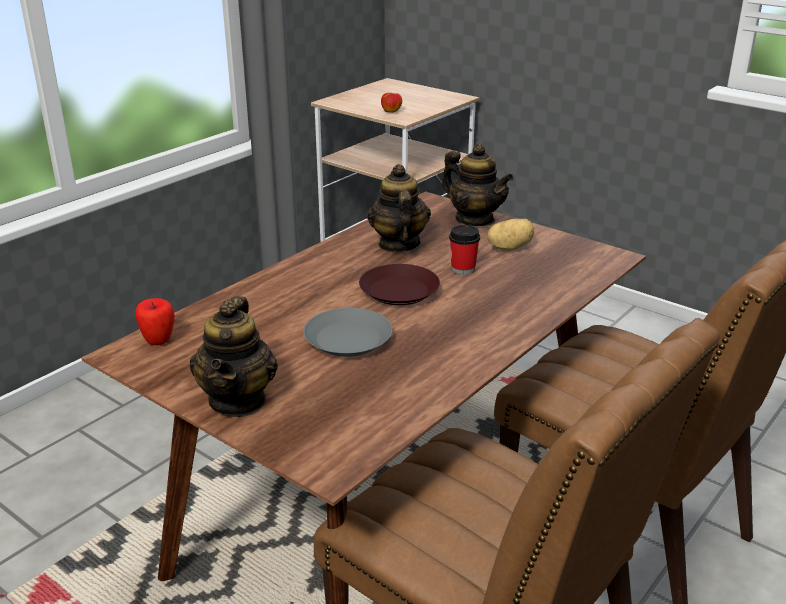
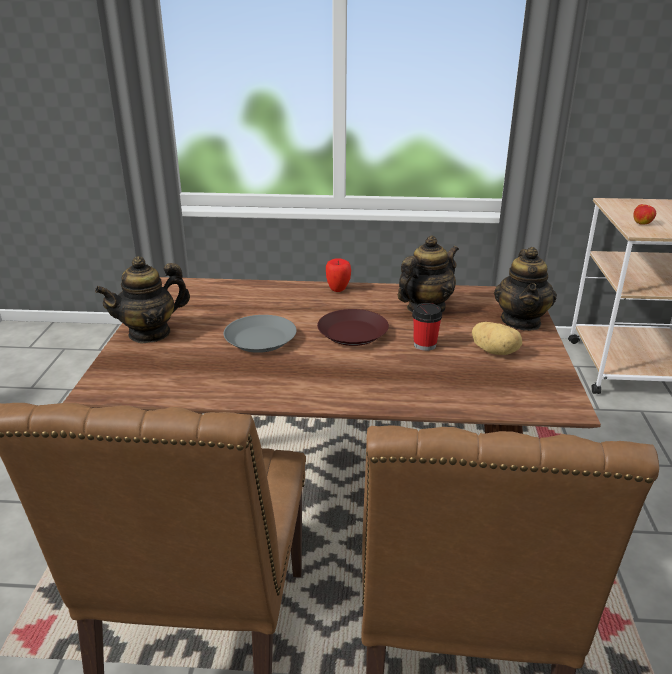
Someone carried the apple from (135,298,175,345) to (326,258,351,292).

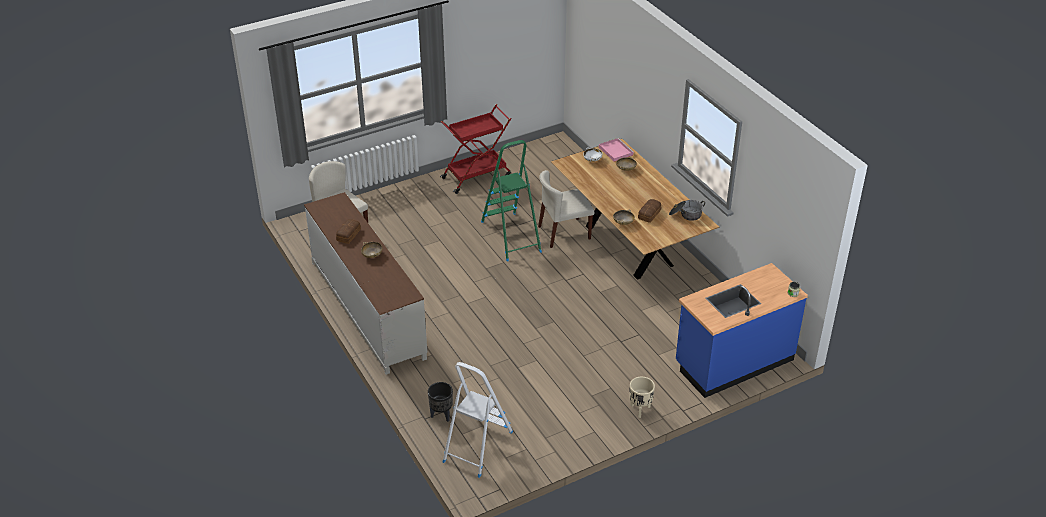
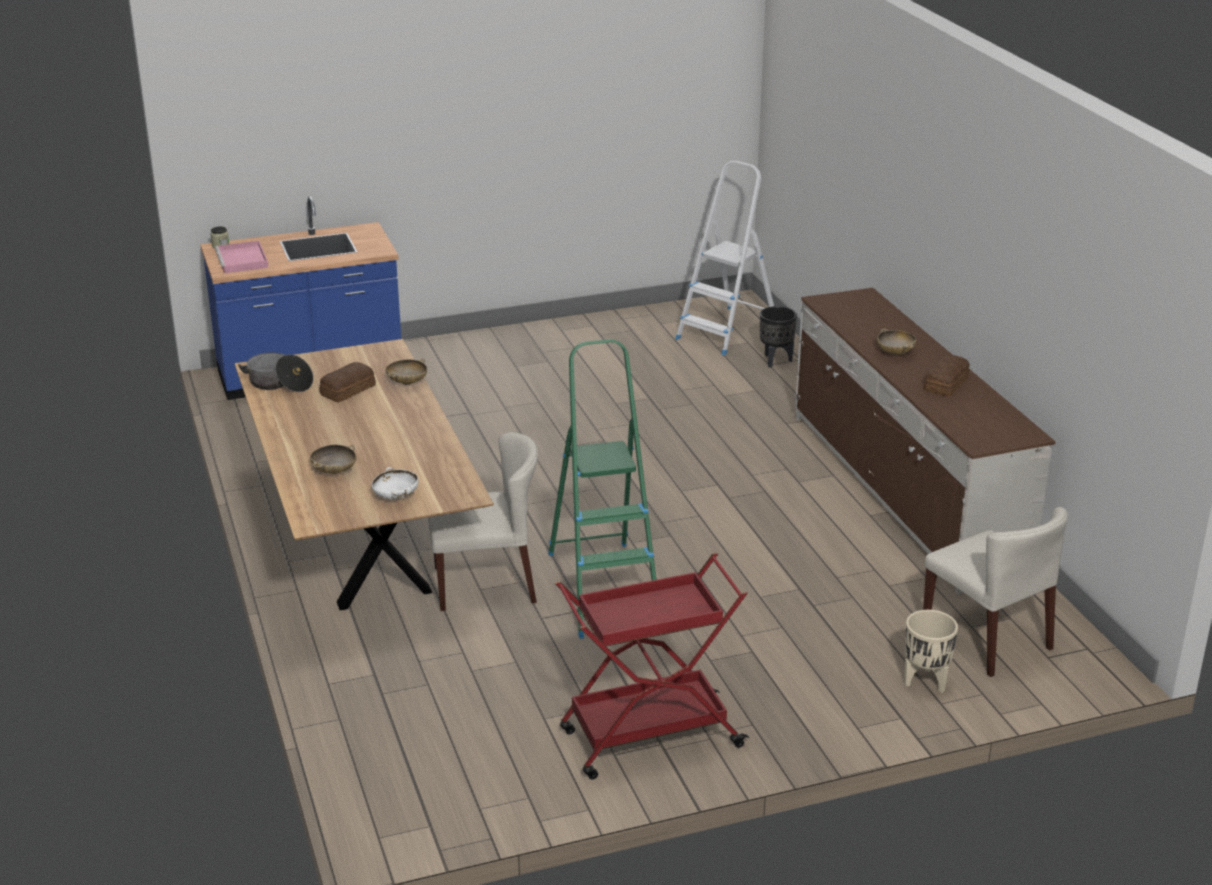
Someone carried the pink tray from (599,138,634,162) to (215,241,268,273). Someone carried the beige-coloured plant pot from (629,377,655,418) to (904,610,958,693).

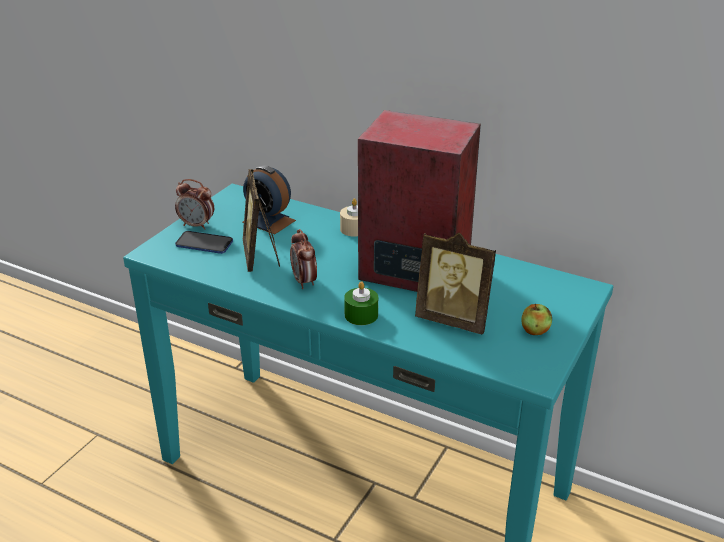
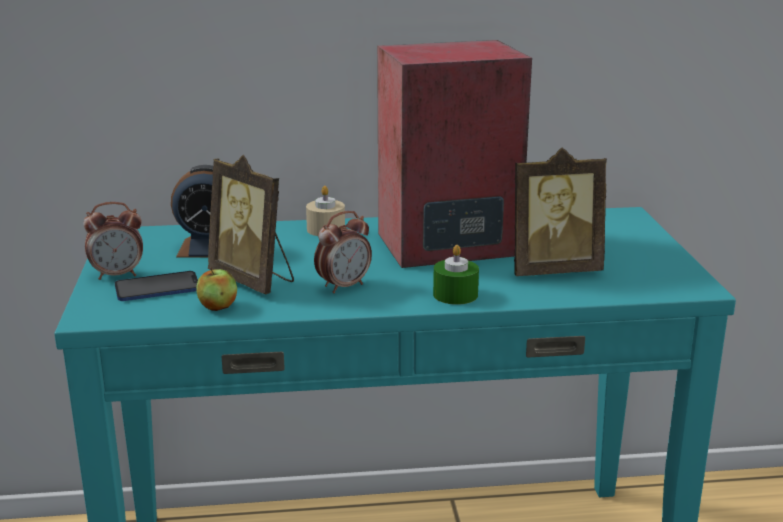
Someone rotated the table clock at (290,229,317,289) by 75 degrees counterclockwise. Someone carried the apple from (521,304,552,335) to (196,267,237,311).

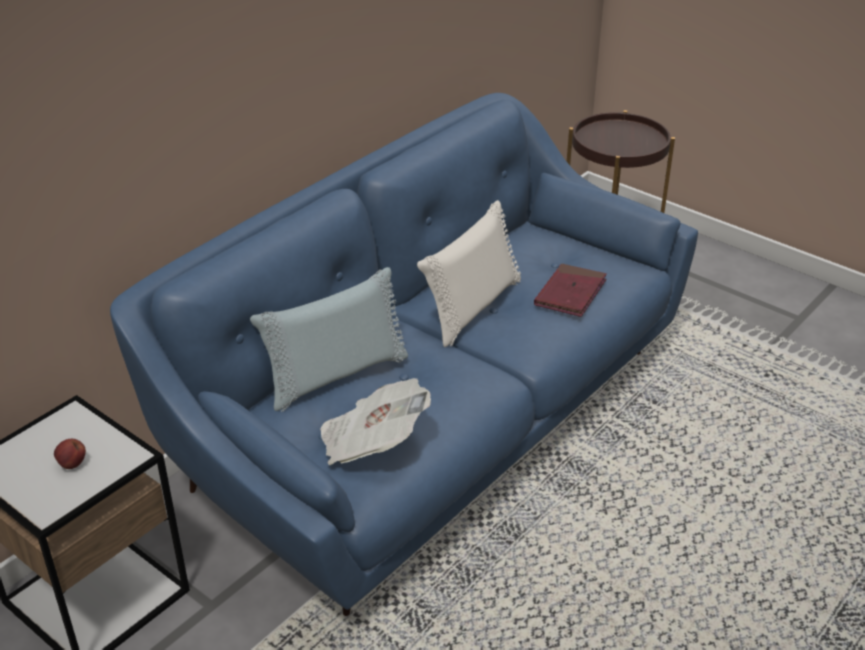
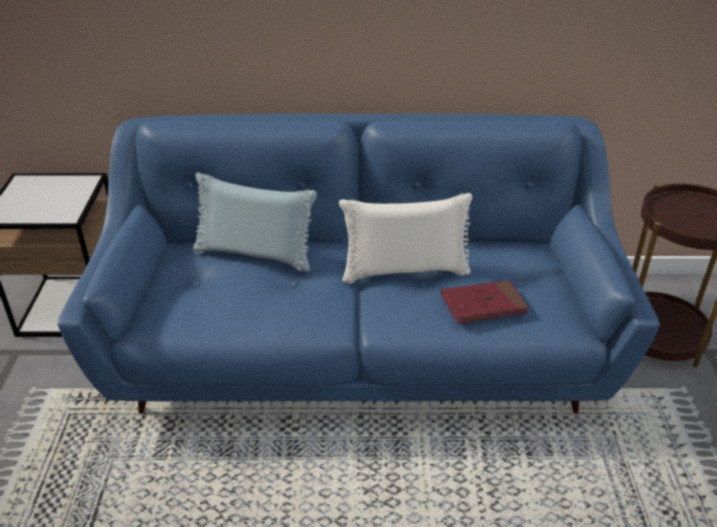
Someone took away the daily paper at (320,378,431,465). Someone took away the apple at (54,439,86,469).

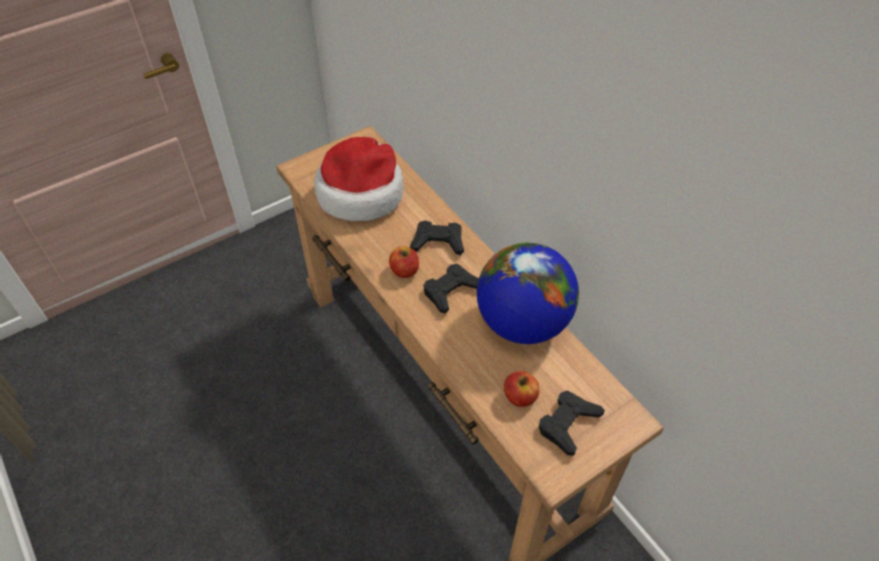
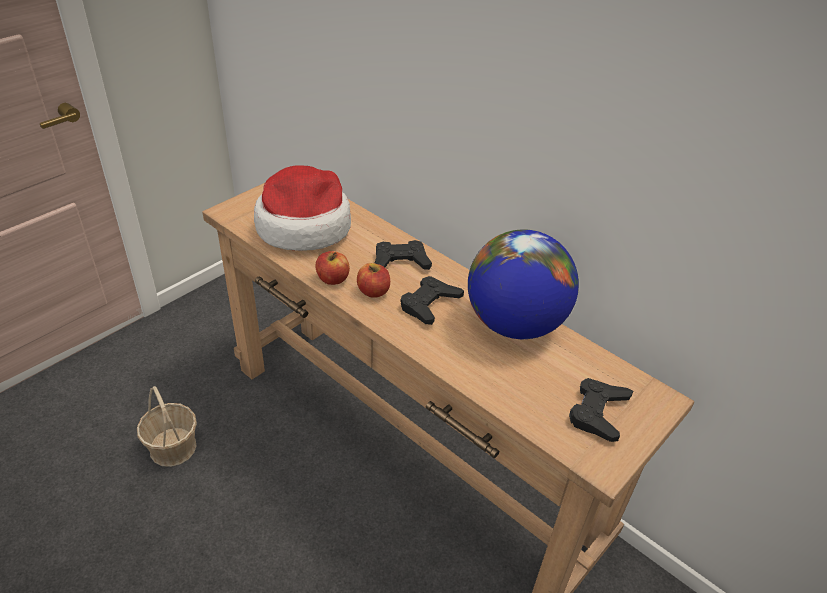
Someone carried the apple from (504,371,540,407) to (315,251,350,285). Someone put down the household basket at (137,386,197,467).

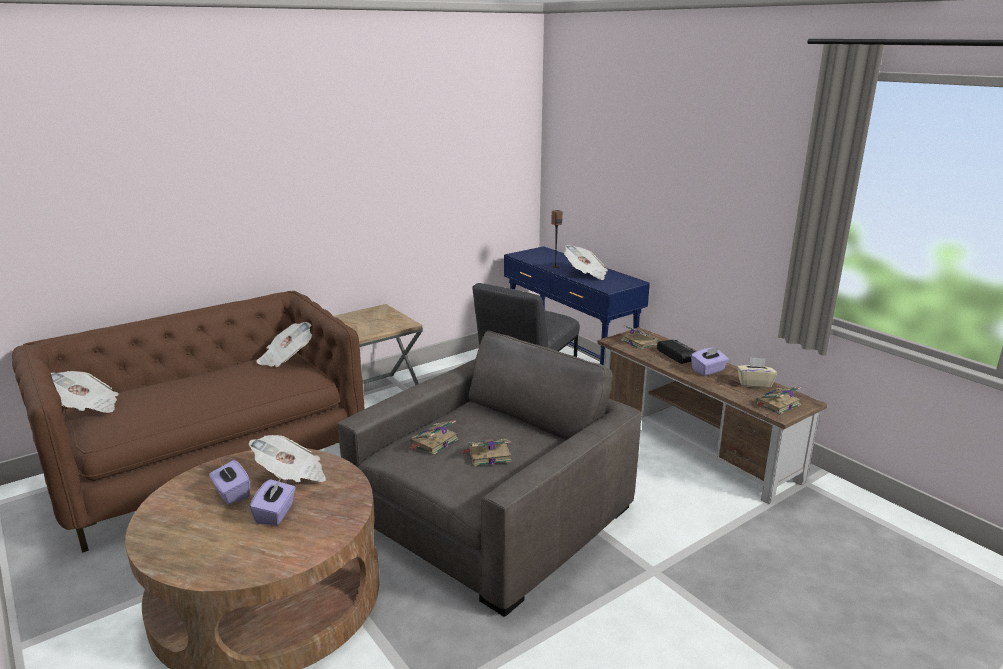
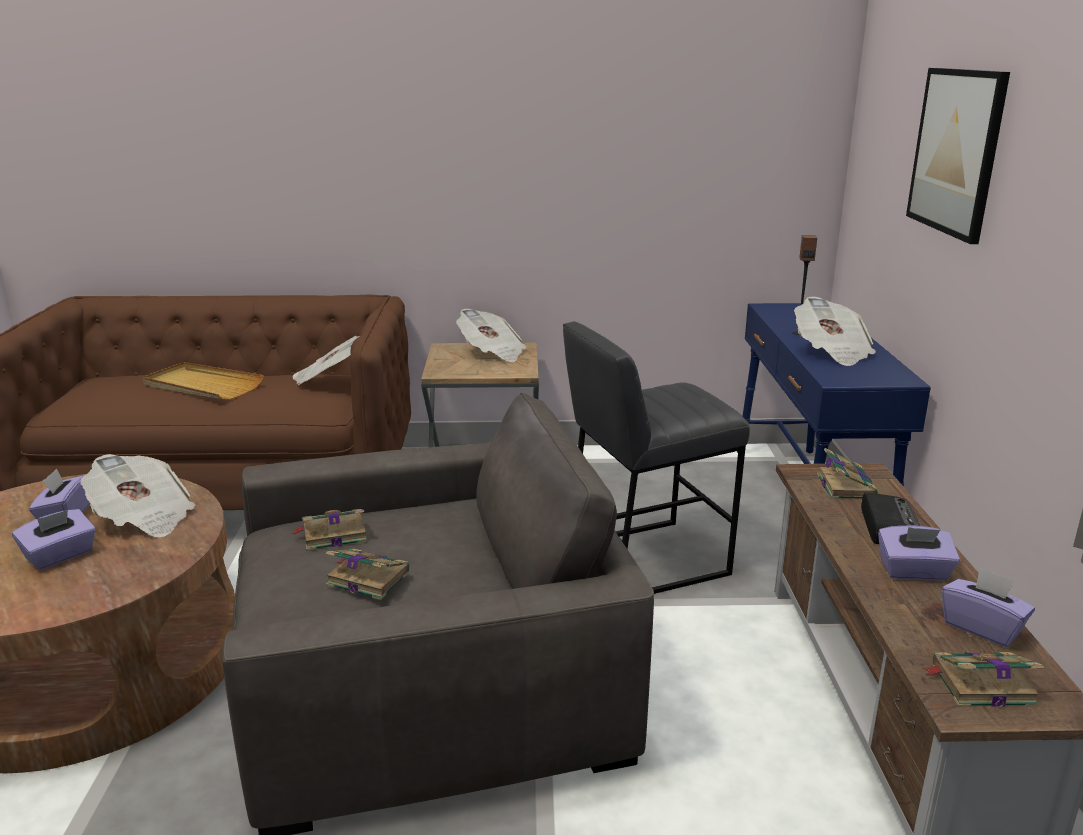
Someone repainted the beige-coloured tissue box at (737,357,777,388), which became the purple tissue box at (942,567,1035,647). Someone carried the daily paper from (51,371,119,413) to (456,308,527,362). Someone put up the wall picture at (906,68,1010,244). Someone put down the beige-coloured tray at (143,362,264,400).

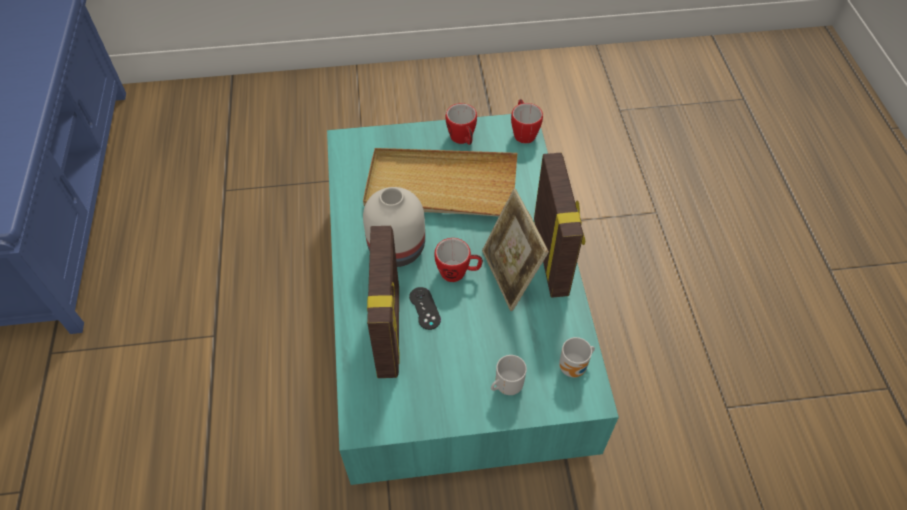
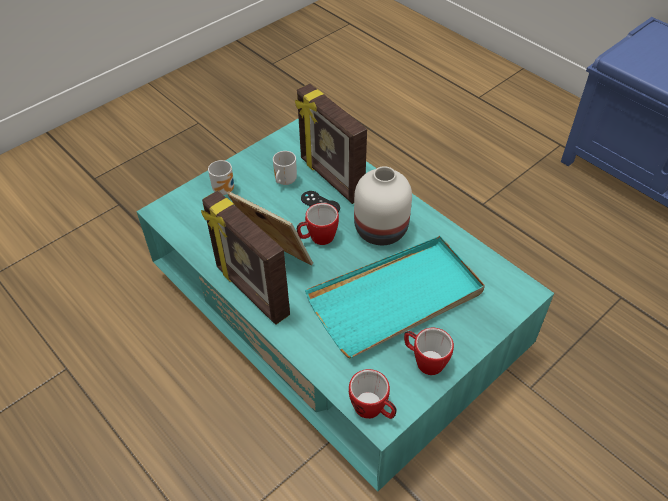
Someone repainted the beige-coloured tray at (363,148,518,217), which became the turquoise-coloured tray at (305,236,485,358). Someone carried the tea mug from (559,337,595,377) to (273,151,297,185).

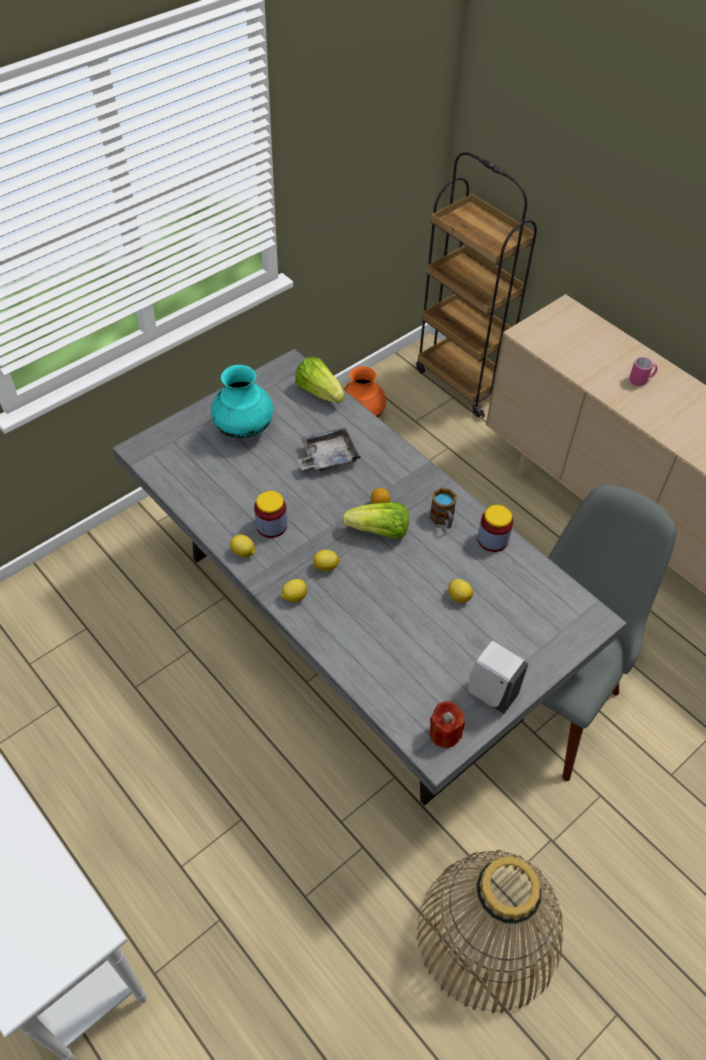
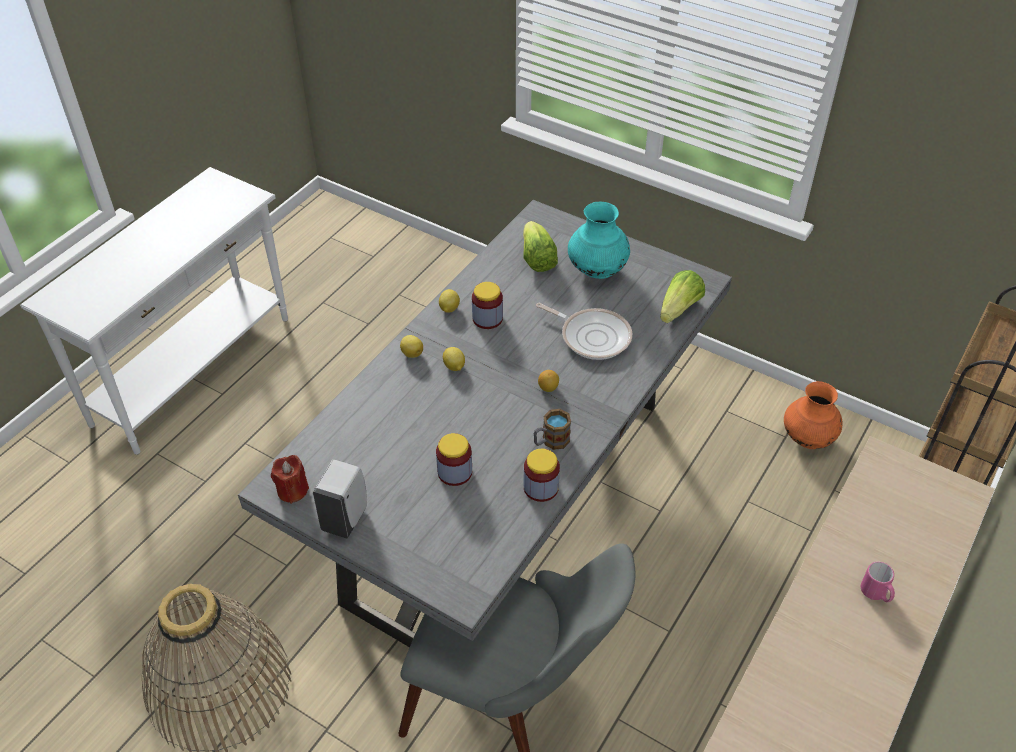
Someone swapped the grey tray at (297,428,361,472) for the pan at (536,303,632,360). Someone carried the lettuce from (343,502,409,539) to (523,221,558,272). Someone swapped the citrus fruit at (448,579,473,603) for the preserve jar at (436,433,472,486).

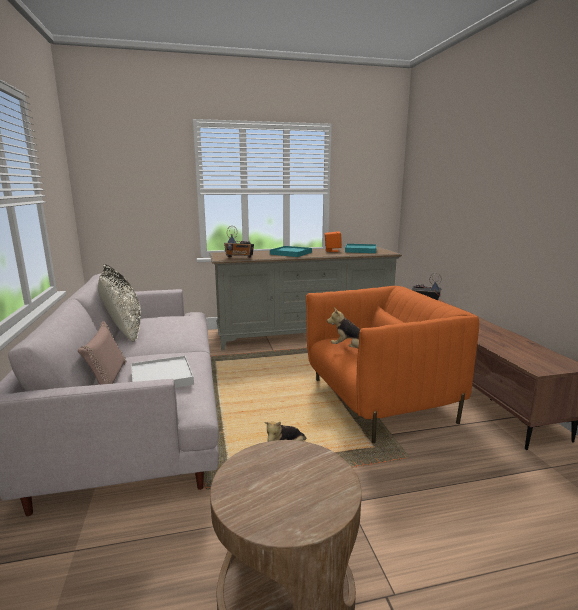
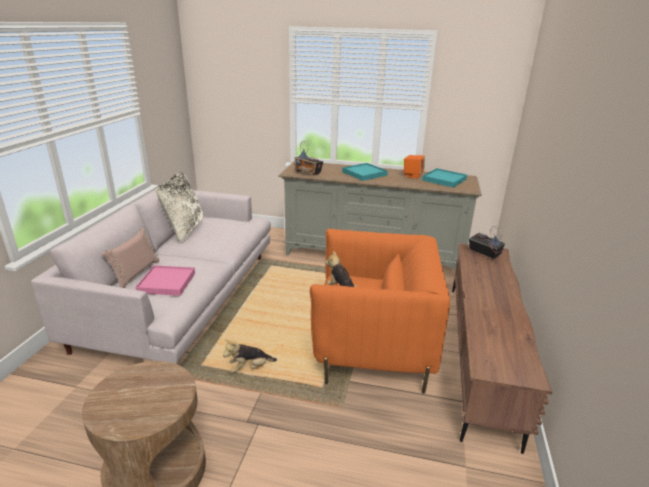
Someone repainted the white tray at (131,356,194,388), which became the pink tray at (135,265,195,296).

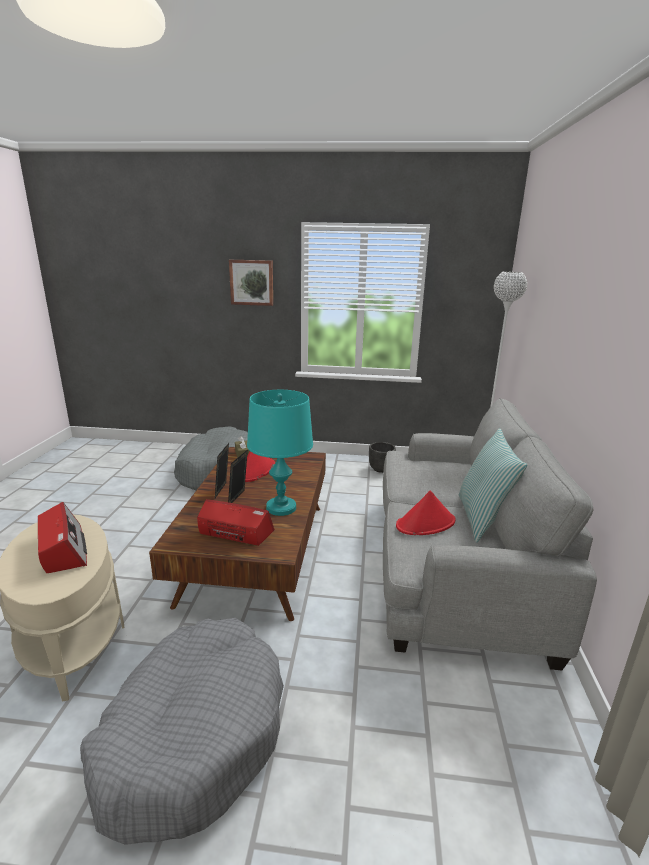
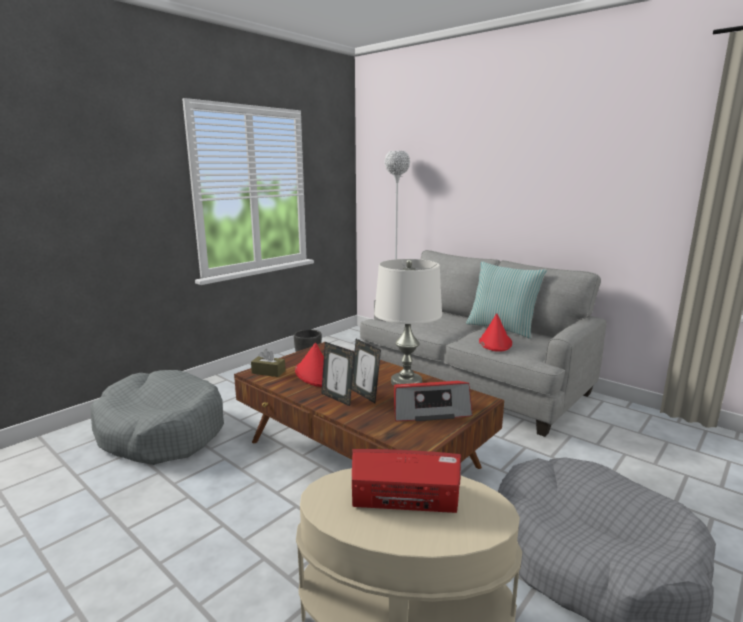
Someone took away the wall picture at (229,260,273,306). Someone repainted the turquoise-coloured tabletop lamp at (247,390,313,516), which became the white tabletop lamp at (374,259,442,386). Someone rotated the radio receiver at (197,499,275,546) by 150 degrees counterclockwise.

